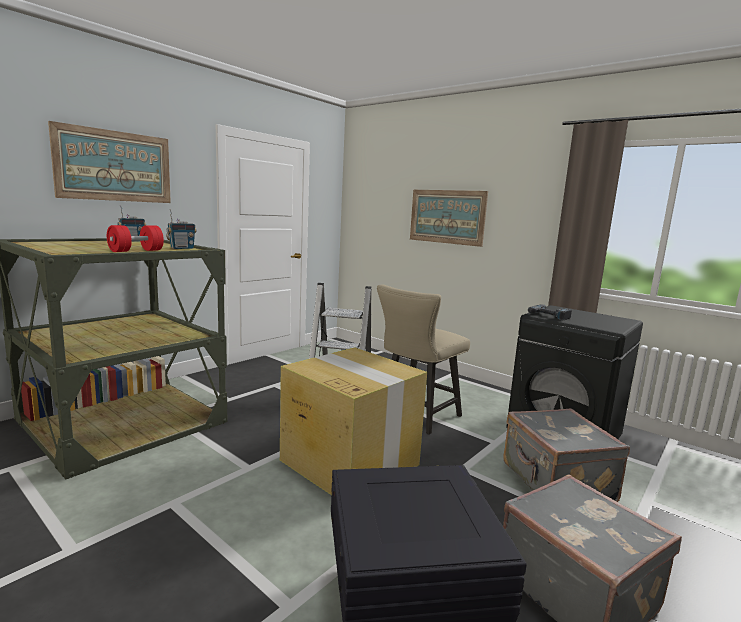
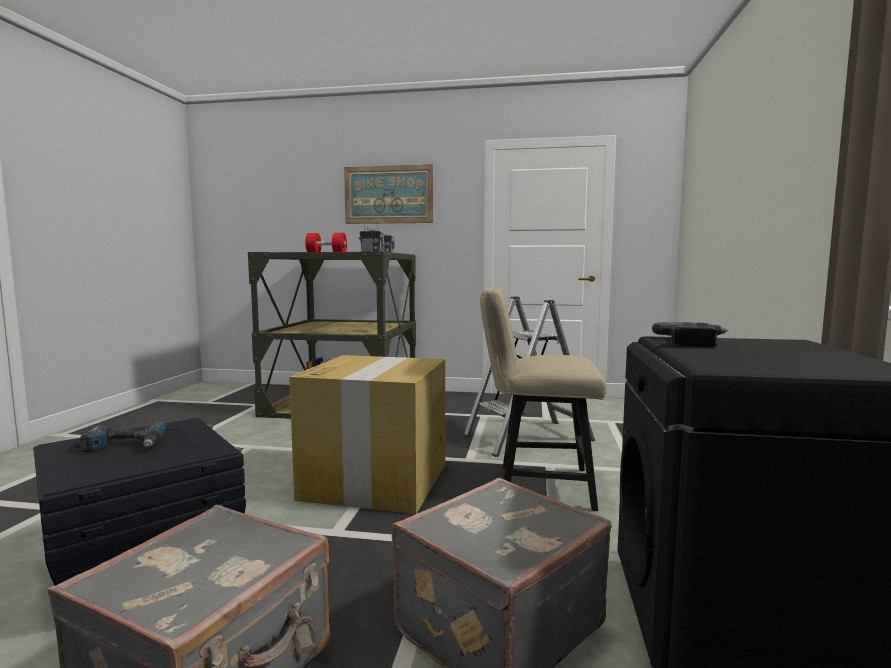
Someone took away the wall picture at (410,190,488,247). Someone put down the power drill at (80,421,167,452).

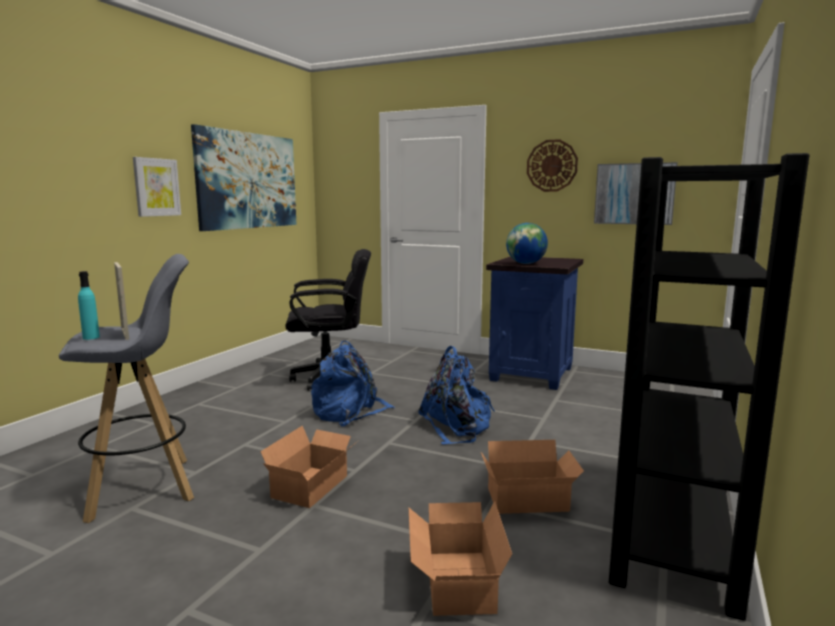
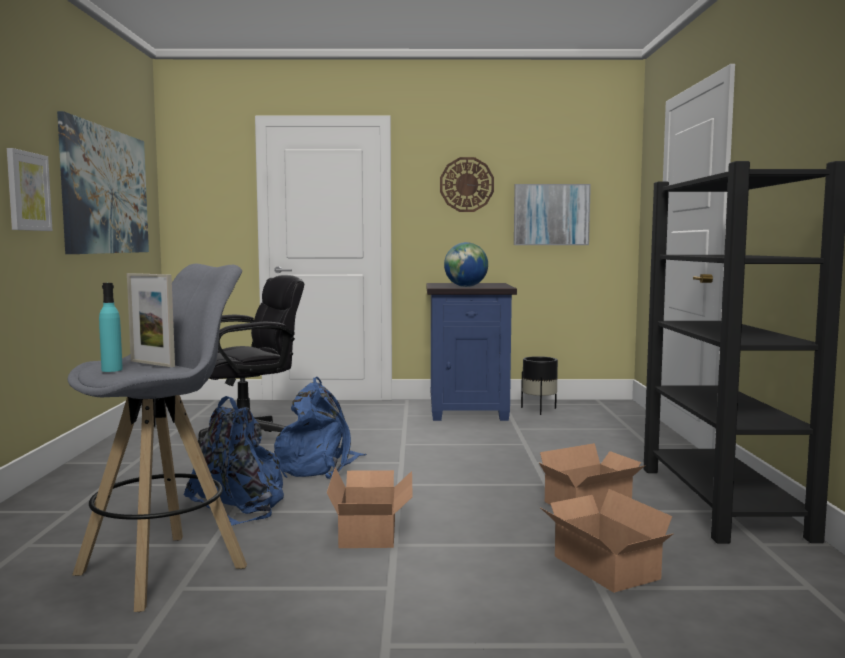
Someone carried the blue rucksack from (418,346,495,445) to (184,396,288,526). Someone put down the black plant pot at (521,356,558,415).

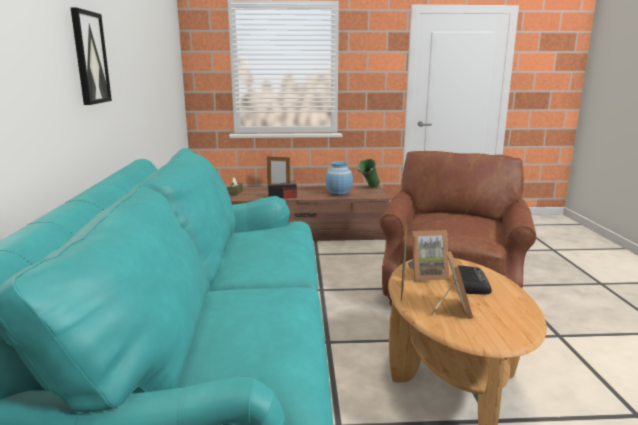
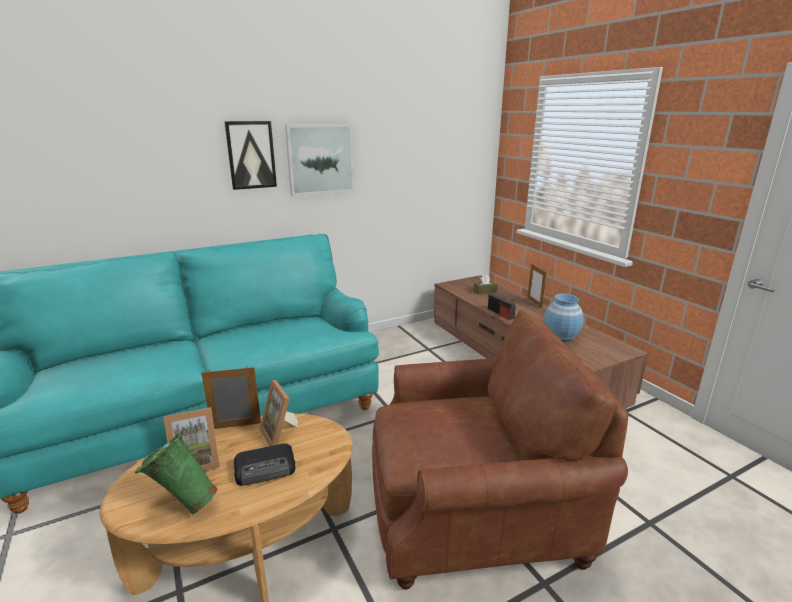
Someone carried the green-coloured decorative vase from (358,159,380,188) to (135,432,218,514). Someone put up the wall picture at (285,124,354,196).

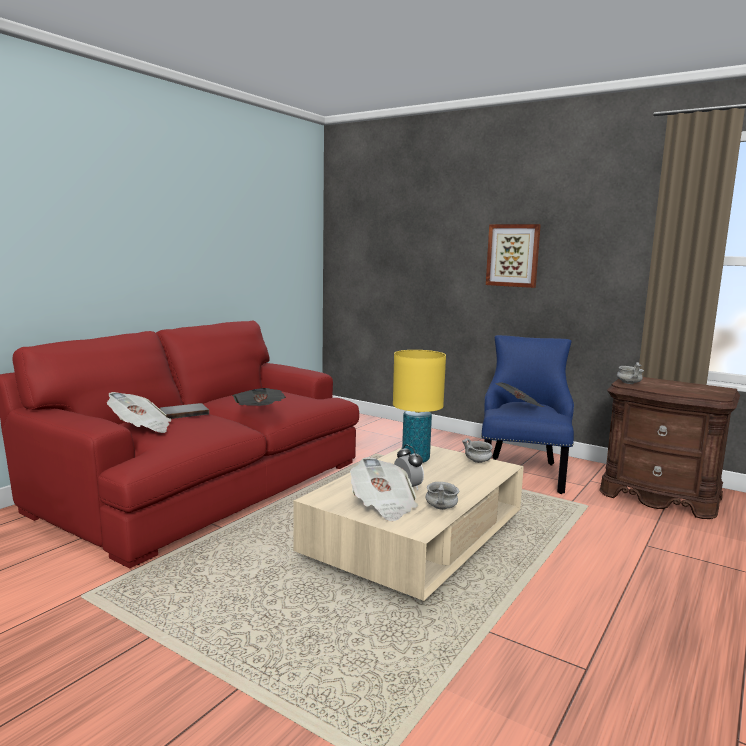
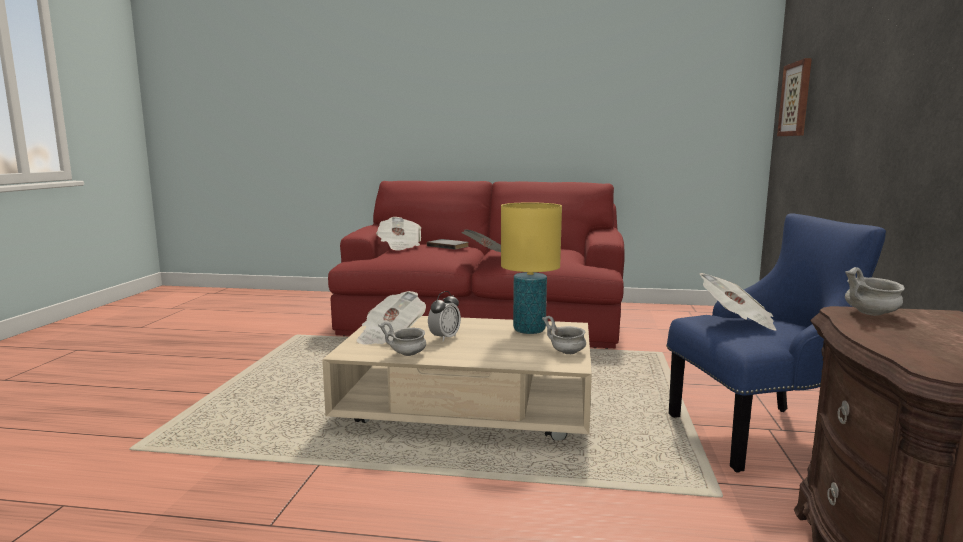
Someone carried the wall picture from (486,224,541,288) to (777,58,812,136).

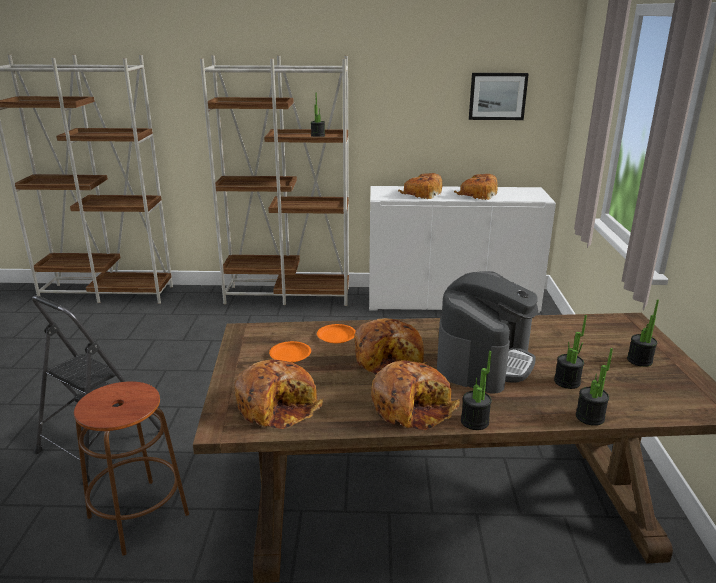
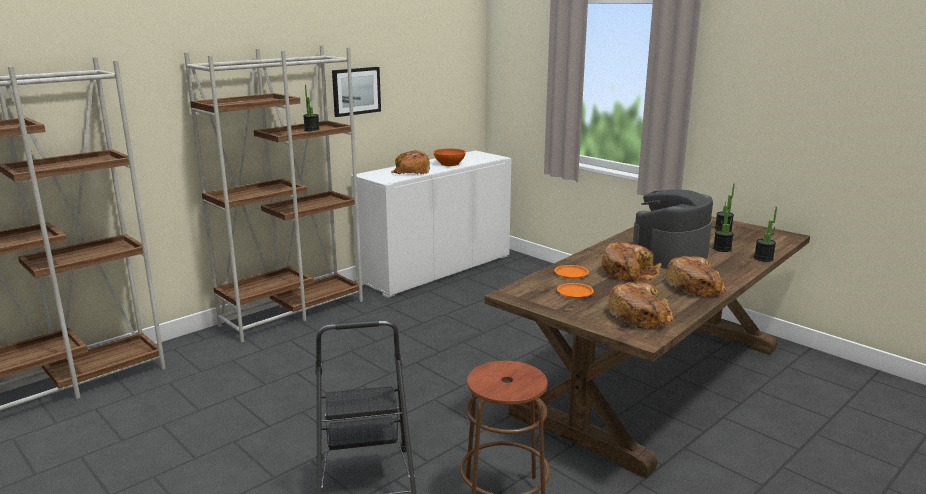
Someone carried the wall picture from (469,73,529,120) to (332,67,381,117). Someone swapped the baked bread at (454,174,498,200) for the orange-coloured serving bowl at (434,149,466,166). Someone rotated the coffee brewer at (437,271,538,394) by 120 degrees counterclockwise. Someone took away the potted plant at (461,351,492,430).

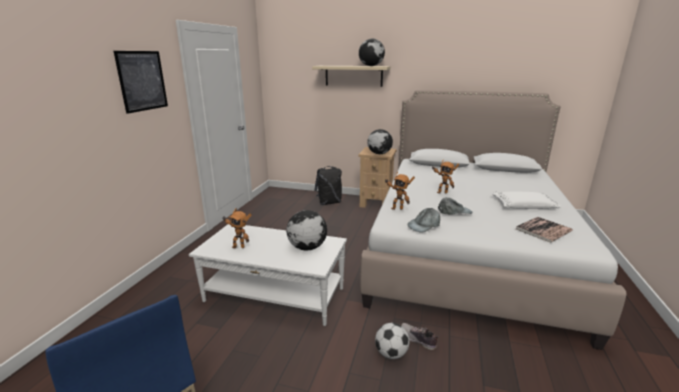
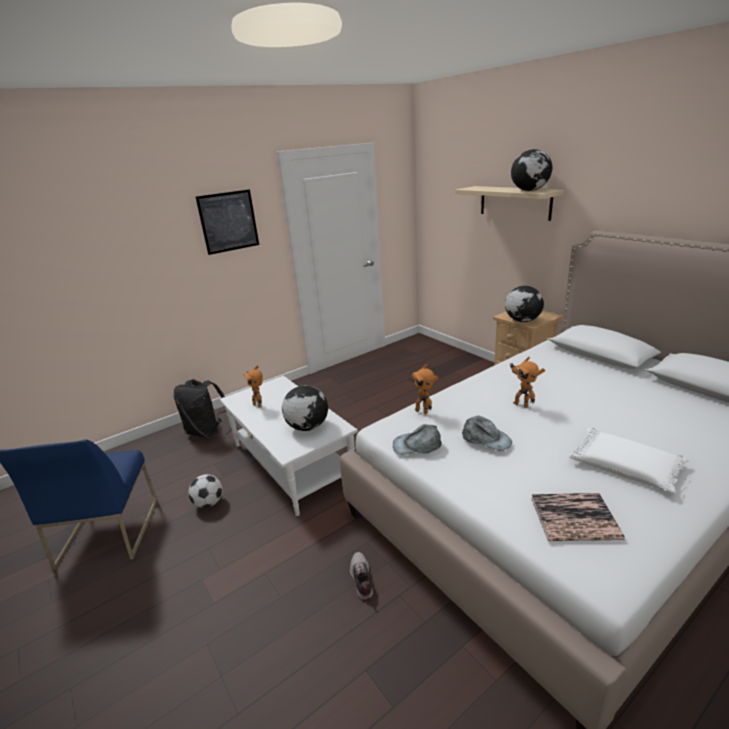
Someone carried the black rucksack from (314,166,342,205) to (173,379,226,437). Someone carried the football from (375,323,409,359) to (188,474,223,508).

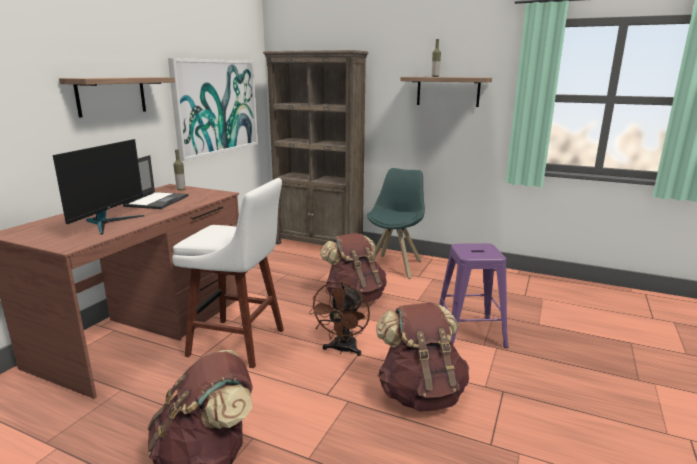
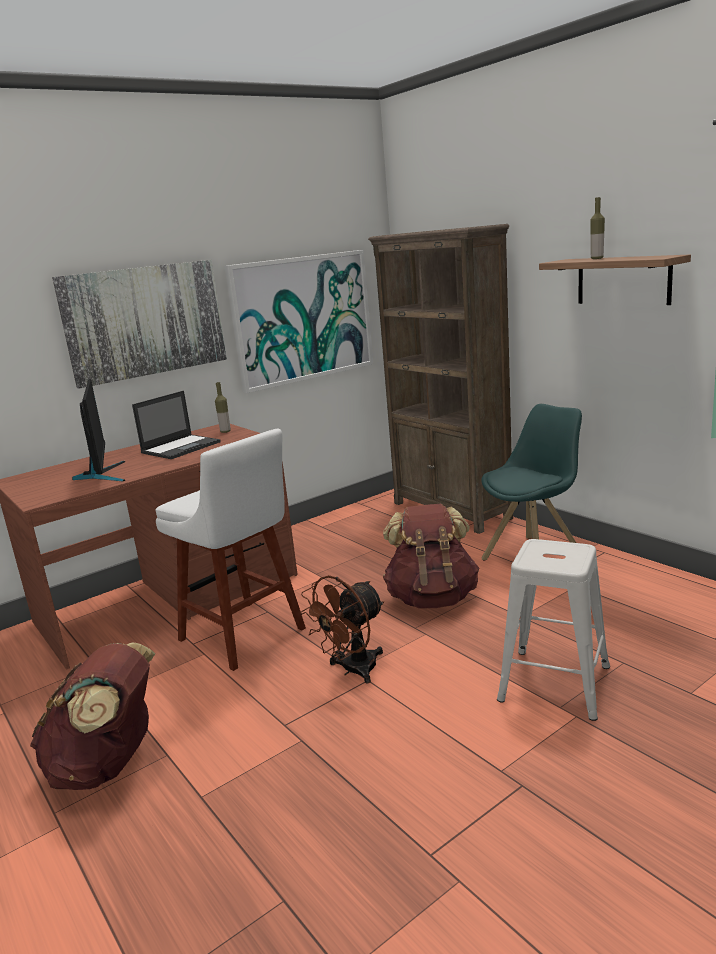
Someone swapped the shelf at (59,77,175,118) for the wall picture at (52,260,227,389). Someone rotated the monitor at (53,139,144,234) by 60 degrees counterclockwise. Someone repainted the purple stool seat at (439,243,509,348), which became the white stool seat at (497,539,610,721). Someone took away the brownish rucksack at (376,303,469,412).

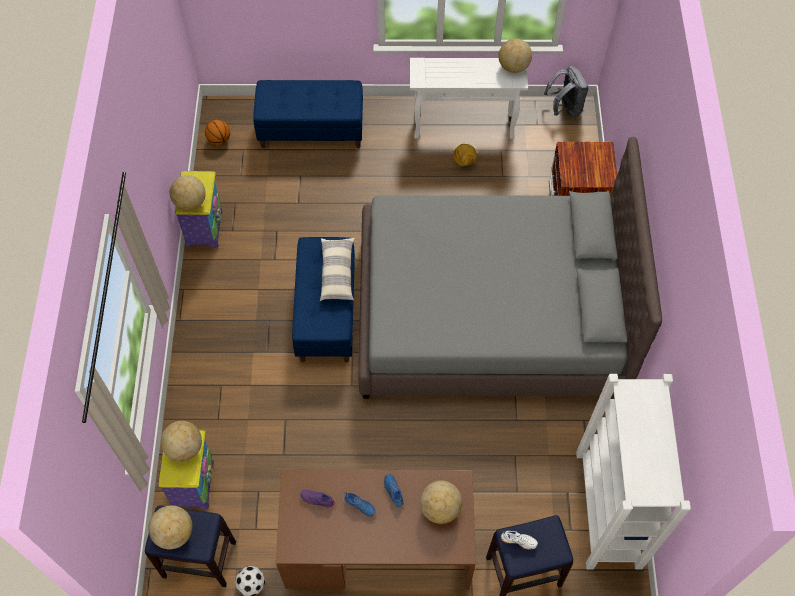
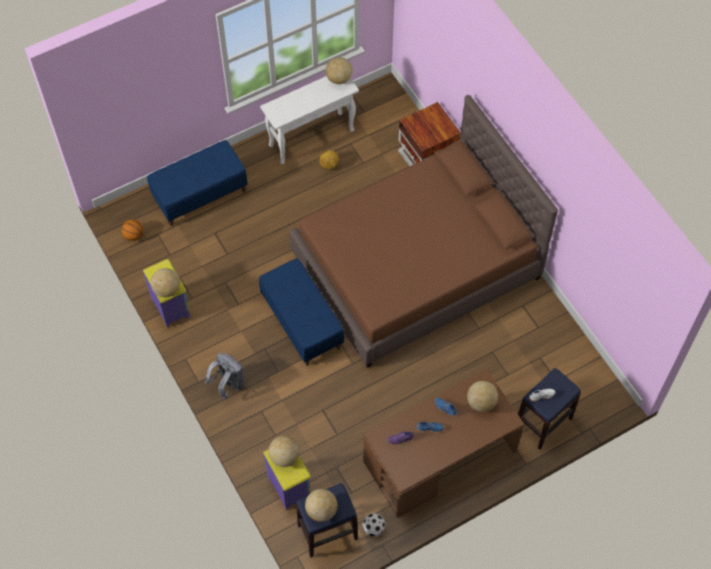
Someone carried the grey rucksack from (544,65,589,118) to (205,353,245,400). Someone repainted the grey bed at (358,137,662,399), which became the brownish bed at (290,95,558,368). Someone took away the pillow at (320,238,355,301). Someone took away the white shelving unit at (576,374,691,570).

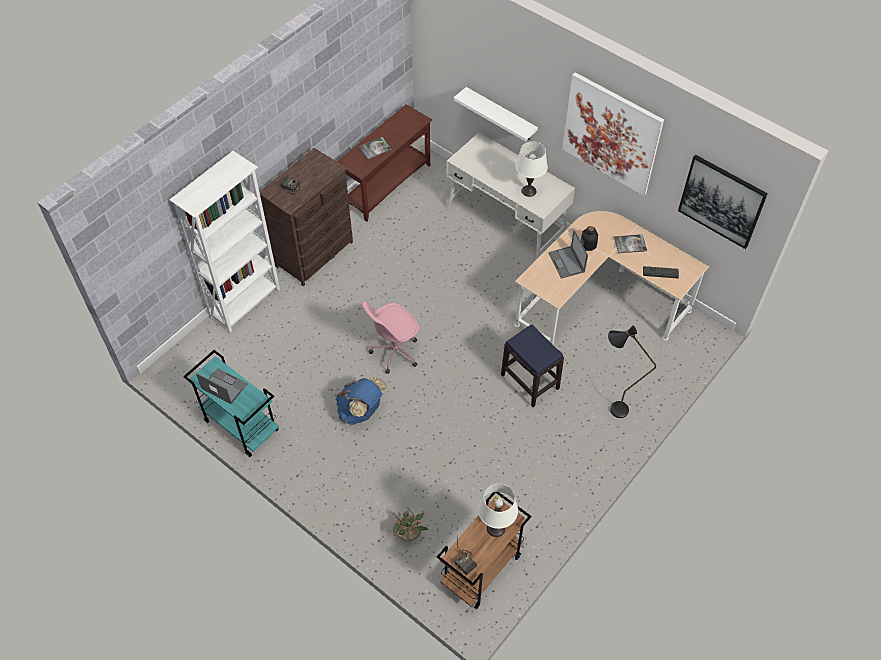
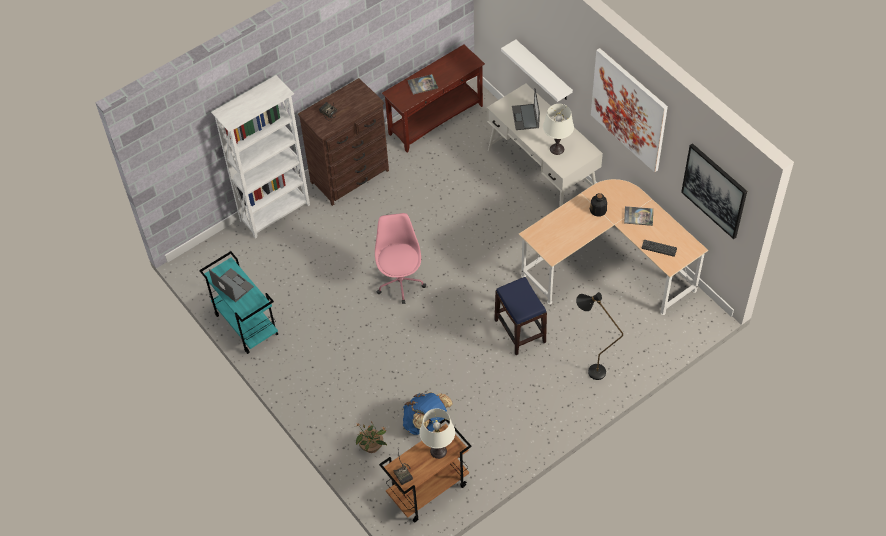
Someone carried the portable computer from (548,230,588,279) to (512,89,540,130). Someone rotated the pink desk chair at (362,301,419,374) by 105 degrees clockwise. Someone carried the blue rucksack from (336,377,387,425) to (403,392,453,435).

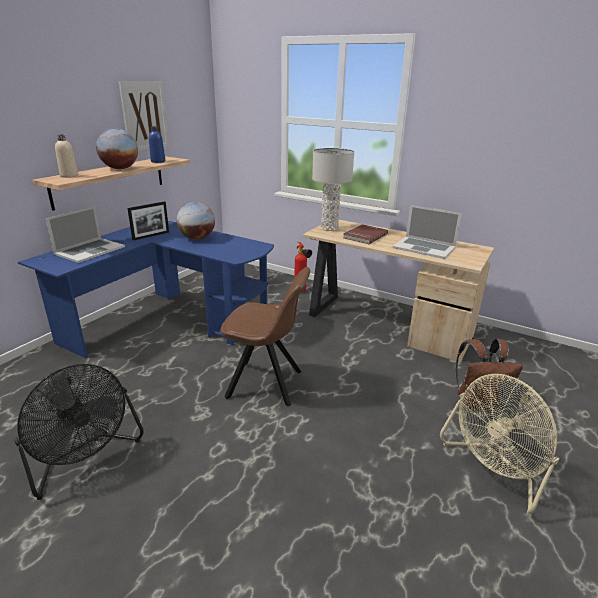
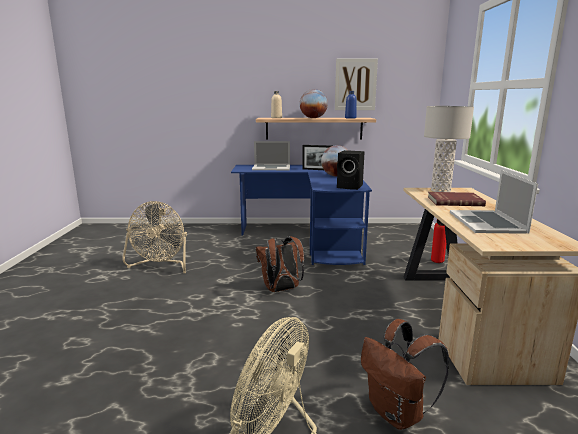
Someone swapped the brownish chair at (221,267,310,406) for the brownish rucksack at (256,236,304,292). Someone repainted the black cooling fan at (14,364,144,500), which became the beige-coloured cooling fan at (122,201,187,274). Someone put down the black speaker at (337,150,365,190).

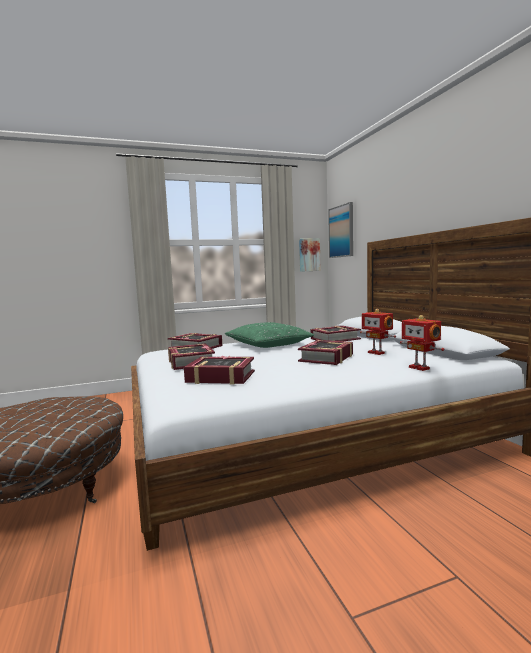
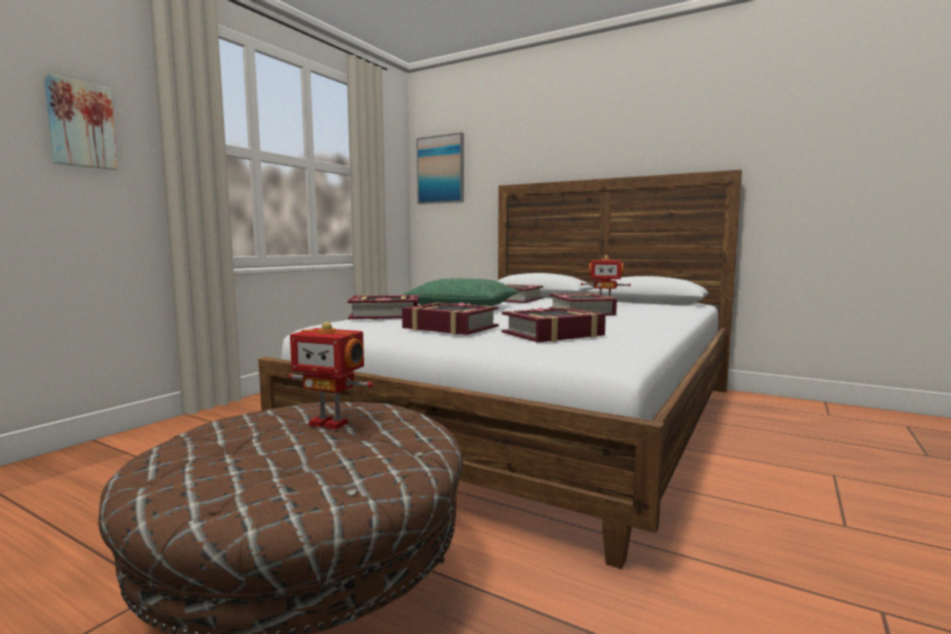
Someone carried the wall picture from (299,238,321,272) to (44,74,118,170). Someone carried the model robot from (400,315,445,371) to (289,322,373,430).

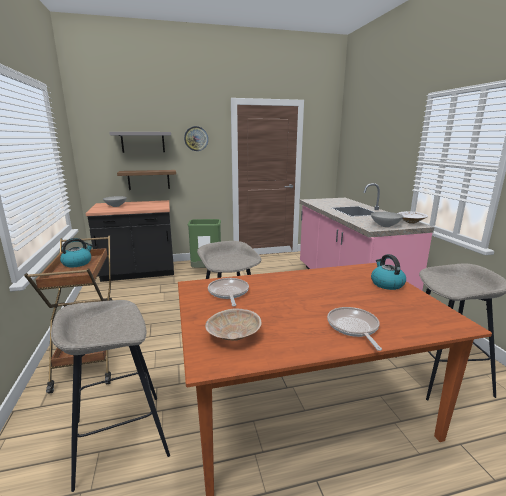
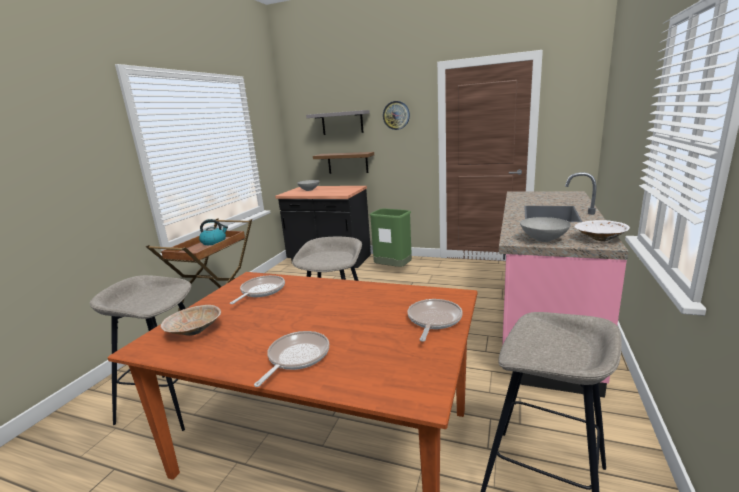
Someone swapped the kettle at (371,254,406,290) for the pan at (407,299,463,342).

